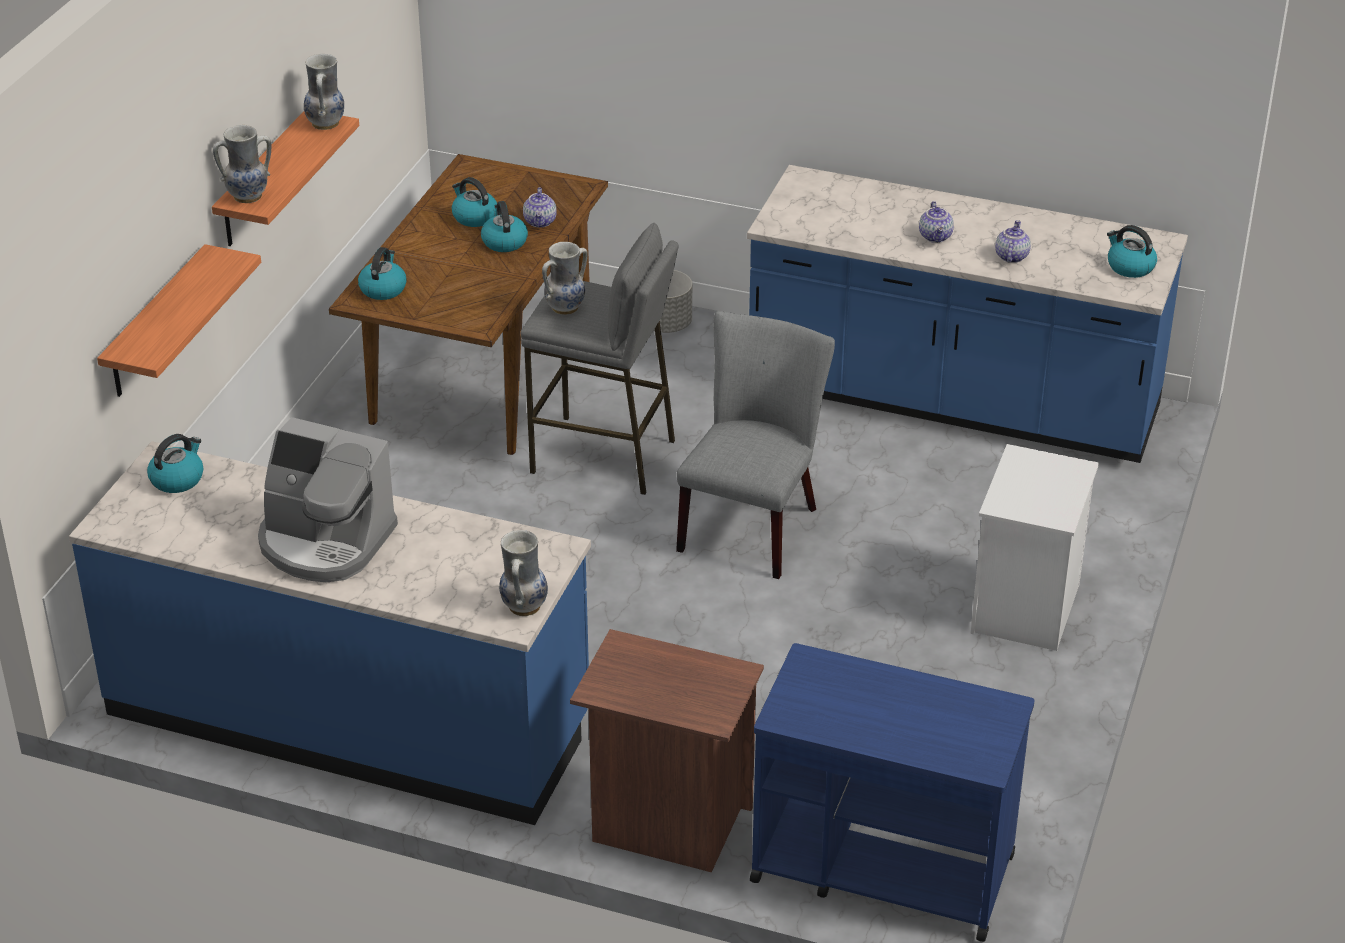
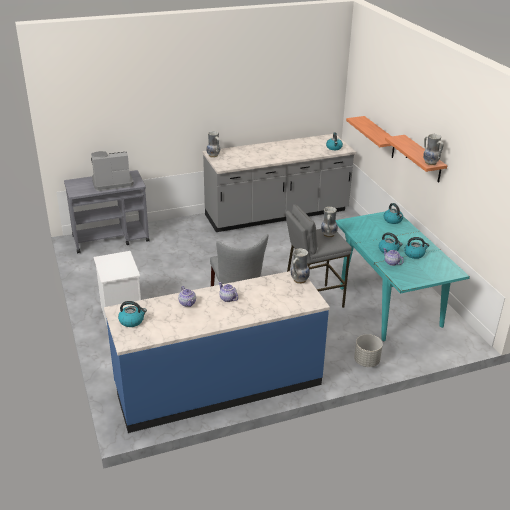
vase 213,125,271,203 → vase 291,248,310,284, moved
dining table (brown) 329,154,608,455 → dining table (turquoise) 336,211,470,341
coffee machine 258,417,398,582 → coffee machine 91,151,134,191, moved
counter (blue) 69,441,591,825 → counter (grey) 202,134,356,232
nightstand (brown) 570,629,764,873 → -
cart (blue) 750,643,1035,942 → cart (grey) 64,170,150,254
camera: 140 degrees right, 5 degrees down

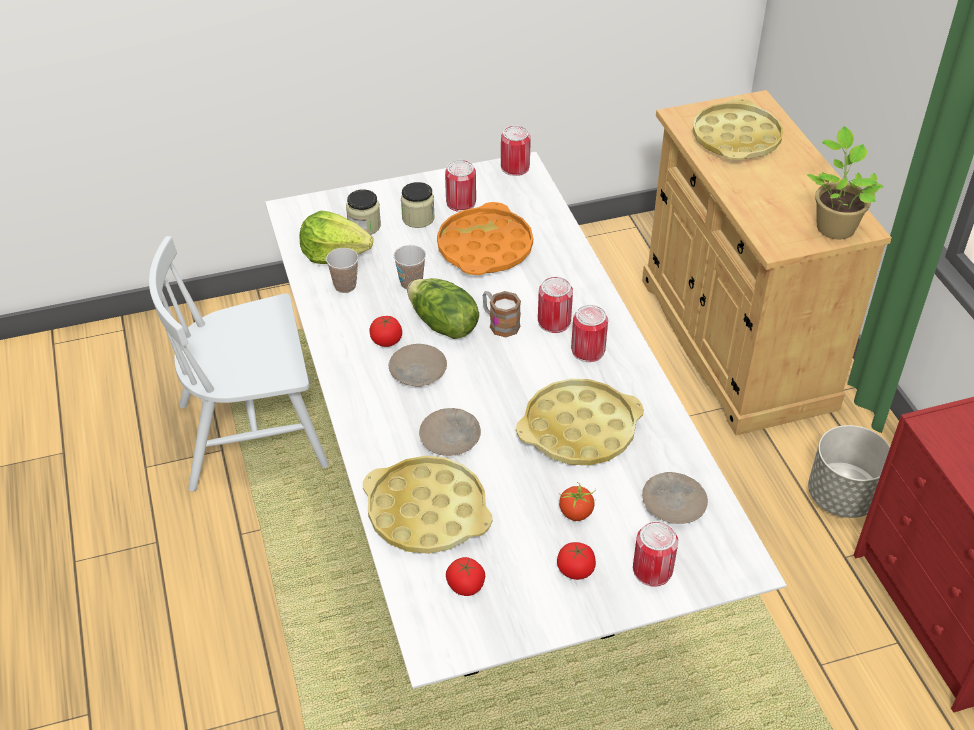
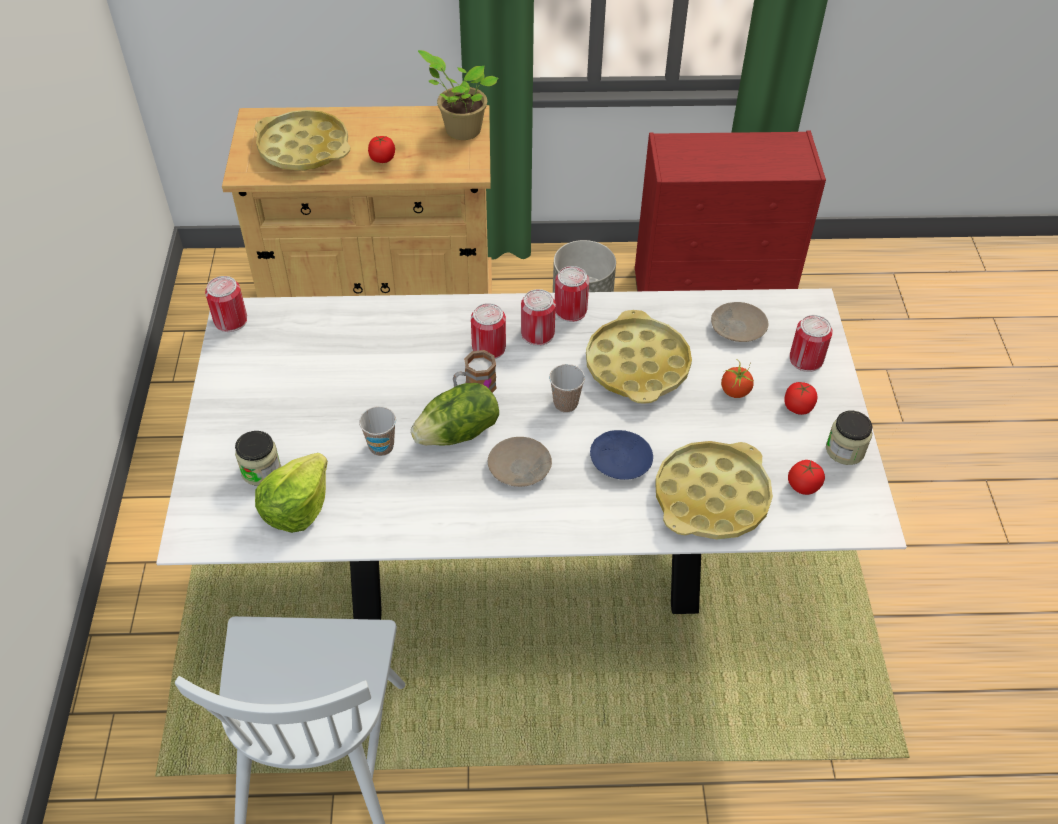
can 445,160,476,212 → can 555,266,589,322, moved
jar 401,182,435,228 → jar 826,411,872,465, moved
tray (orange) 437,202,533,275 → -
cup 326,248,359,293 → cup 549,364,585,413, moved
tomato 369,316,402,347 → tomato 368,136,395,163, moved
plate (beige) 419,408,481,456 → plate (blue) 590,430,653,480
camera: 75 degrees left, 5 degrees up

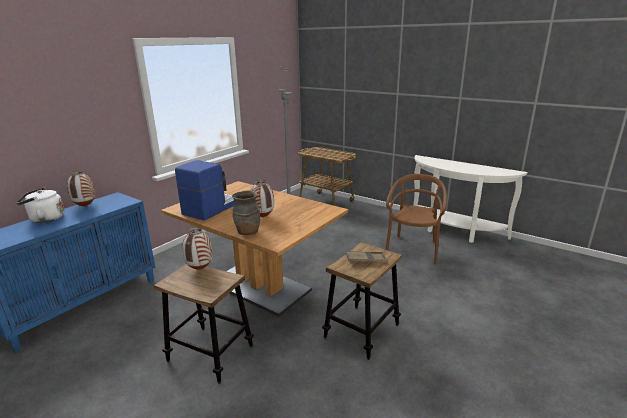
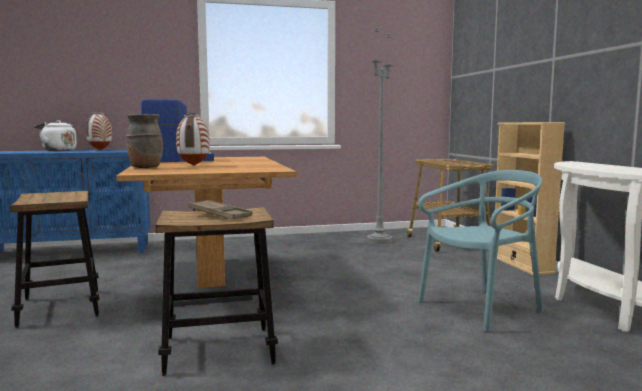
chair (brown) 385,174,447,265 → chair (turquoise) 418,170,543,332
vase 182,227,213,270 → -
- → bookcase (beige) 495,122,566,275
camera: 40 degrees right, 15 degrees down

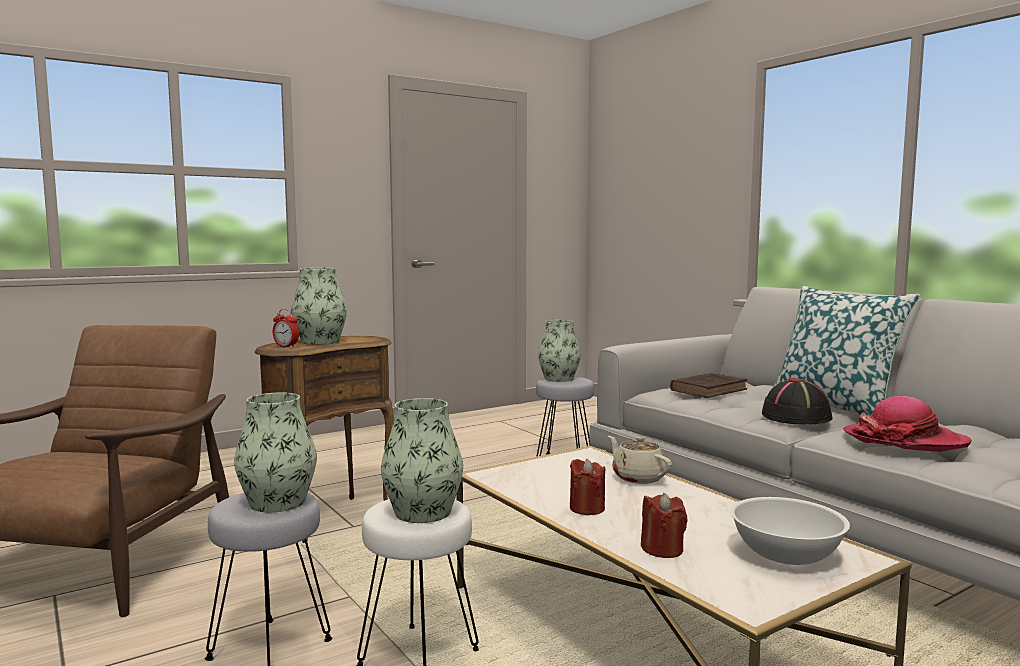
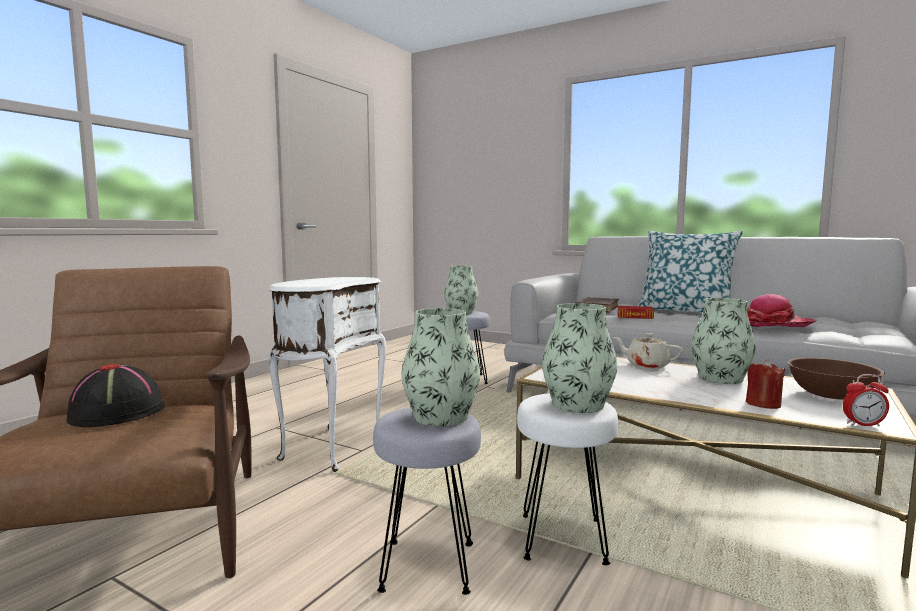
vase 291,267,347,345 → vase 691,298,756,384, moved
alarm clock 273,309,299,348 → alarm clock 843,374,889,426, moved
side table (brown) 255,336,394,543 → side table (white) 269,277,386,472
hat (black) 762,378,833,425 → hat (black) 67,364,165,427, moved
candle (red) 570,459,605,515 → -
bowl (white) 730,497,850,565 → bowl (brown) 787,358,885,399
- → book 617,306,654,319
camera: 25 degrees left, 0 degrees up

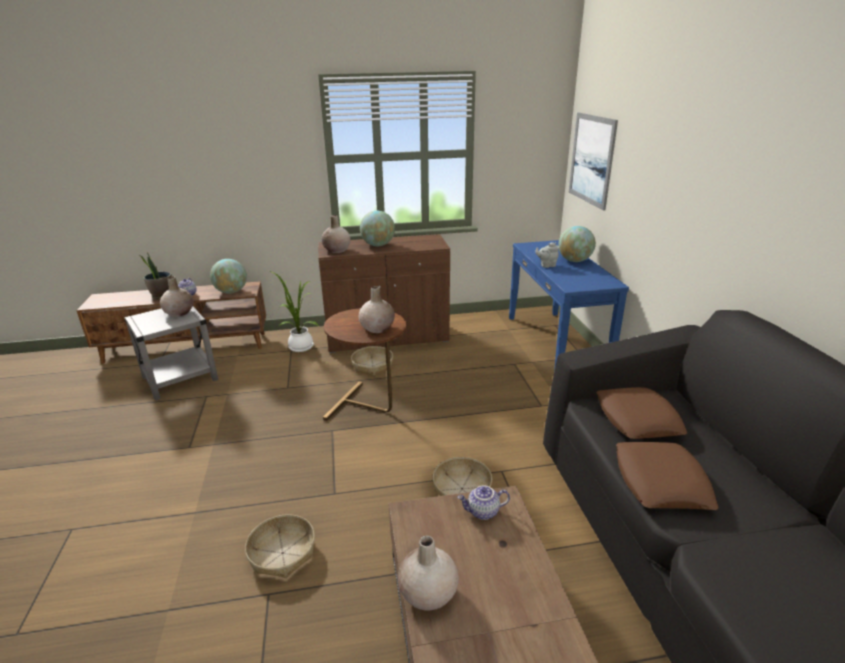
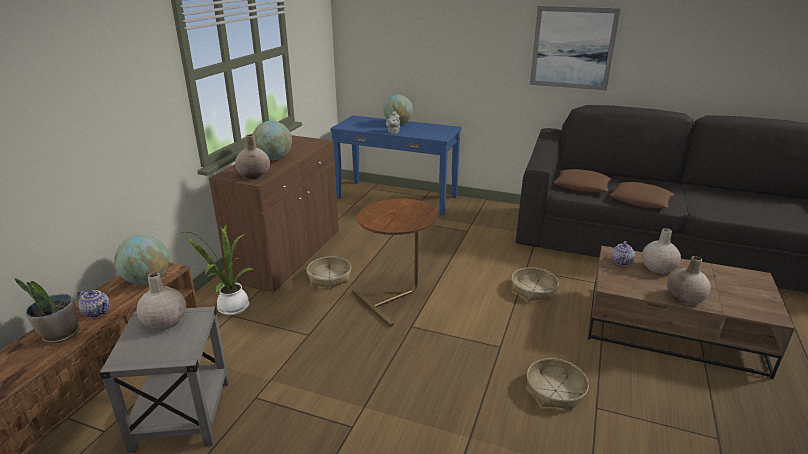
picture 569,113,618,210 → picture 530,6,621,90, moved
vase (beige) 358,286,395,333 → vase (beige) 642,228,681,274, moved
camera: 60 degrees left, 0 degrees up

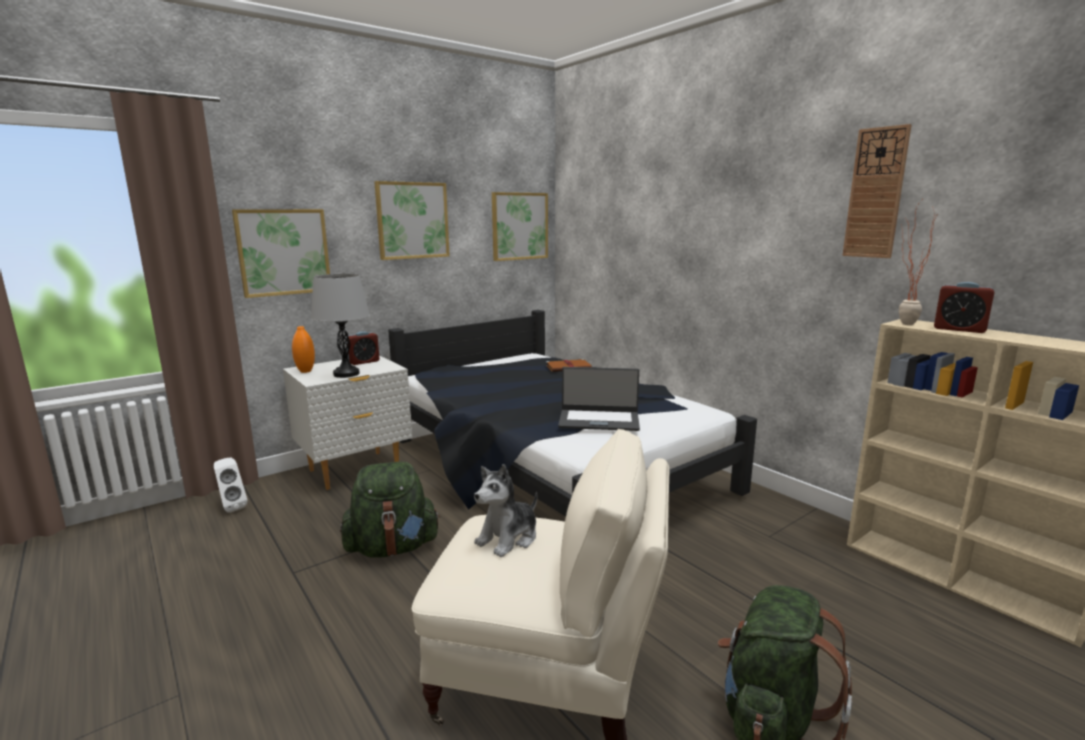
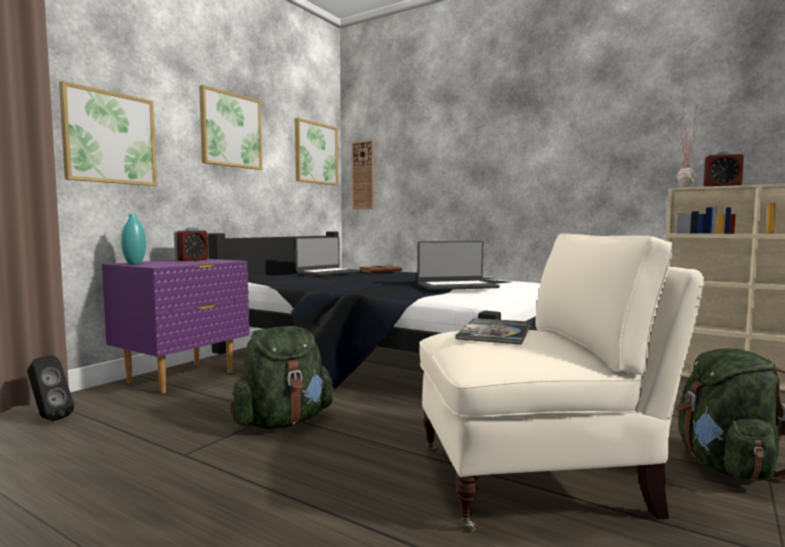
wall clock 842,124,912,258 → wall clock 352,140,374,209, moved
table lamp (grey) 311,274,370,378 → -
vase (orange) 292,326,315,373 → vase (turquoise) 121,214,146,264
nightstand (white) 283,355,412,490 → nightstand (purple) 102,259,249,393
speaker (white) 214,457,248,513 → speaker (black) 27,355,74,421
plush toy 474,464,537,557 → book 456,318,530,344
- → laptop 295,237,361,276
camera: 20 degrees left, 10 degrees down

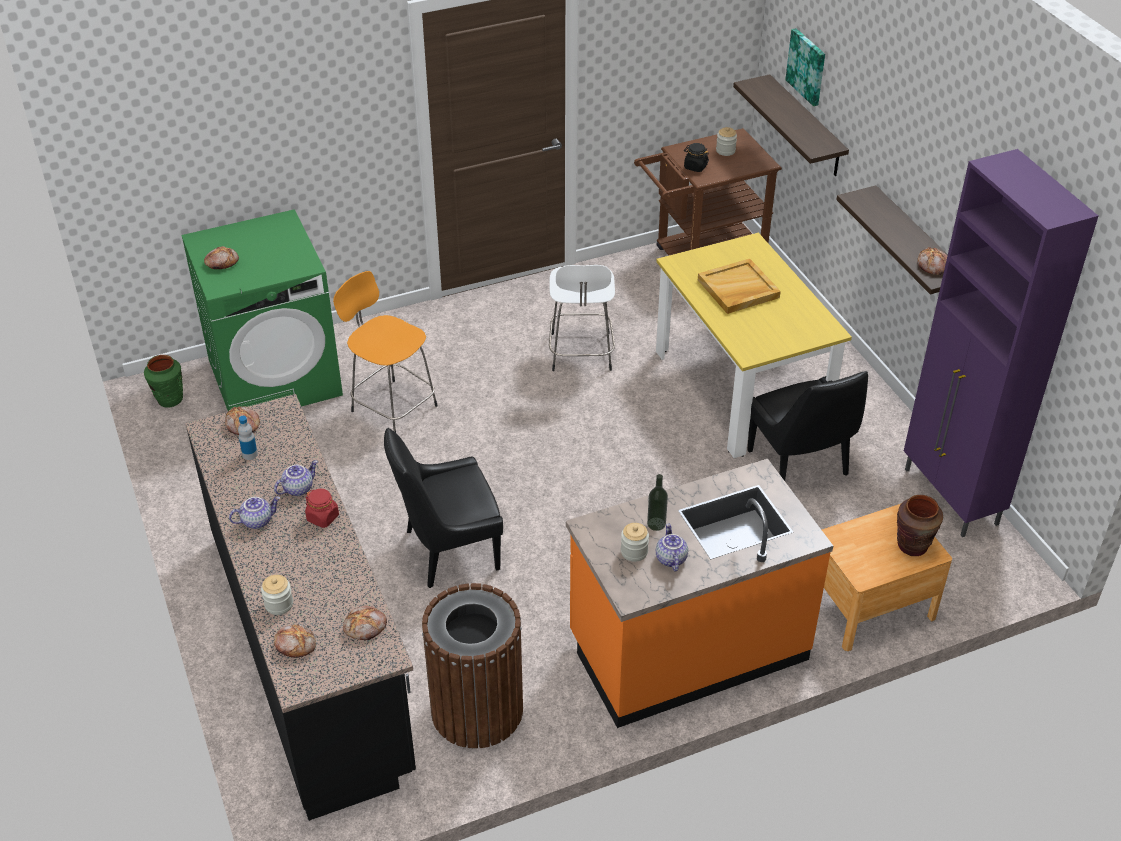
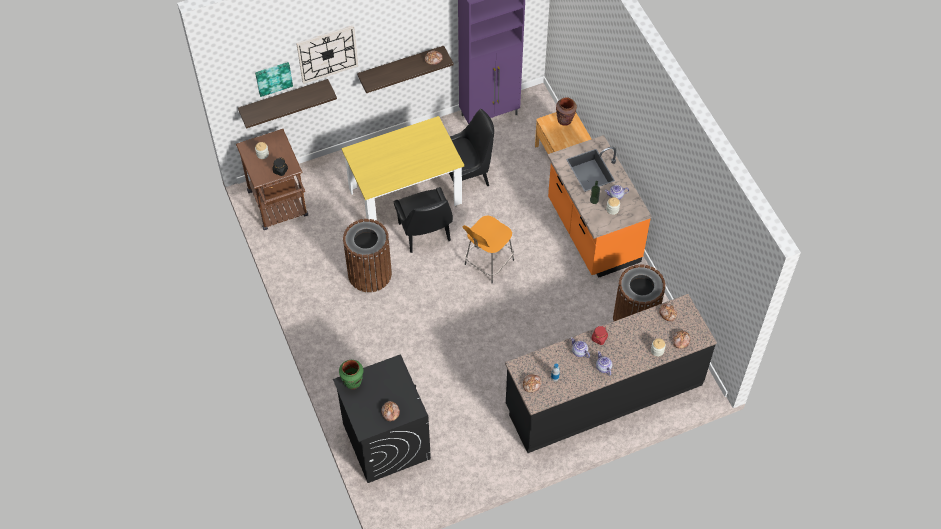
washing machine (green) 181,209,343,411 → washing machine (black) 333,354,431,483
tray (beige) 698,259,781,314 → -
stool (white) 549,265,615,371 → trash can (brown) 343,219,392,292
stool (orange) 333,271,438,433 → stool (orange) 463,215,514,283, moved
vase (green) 144,355,183,408 → vase (green) 339,360,363,389, moved
chair (black) 384,428,503,588 → chair (black) 394,187,453,253, moved
- → wall clock 296,26,358,84
camera: 90 degrees left, 15 degrees up

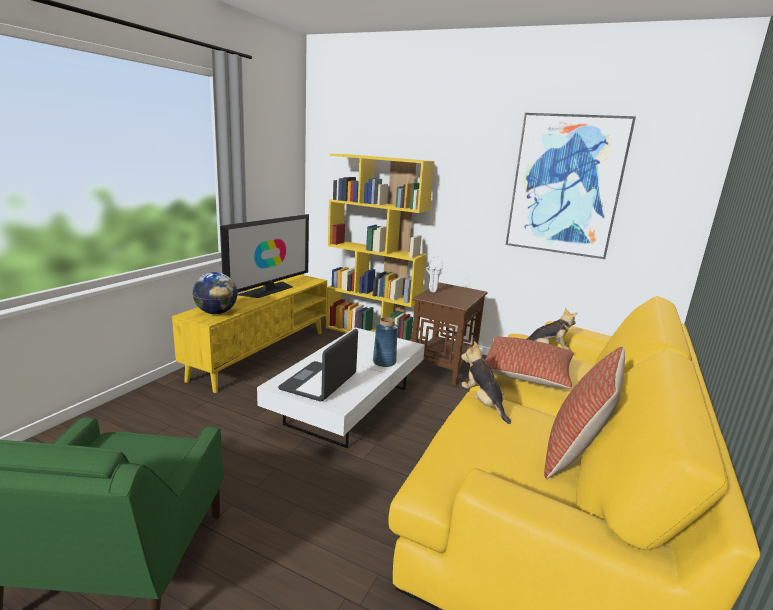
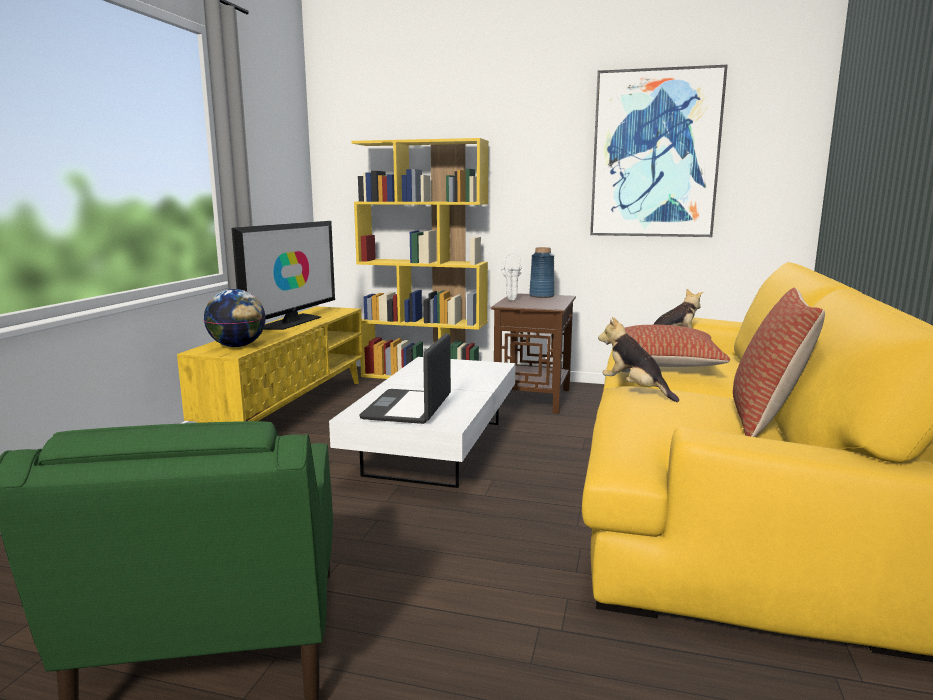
vase (blue) 373,317,398,367 → vase (blue) 529,247,554,298, moved
camera: 10 degrees left, 5 degrees down

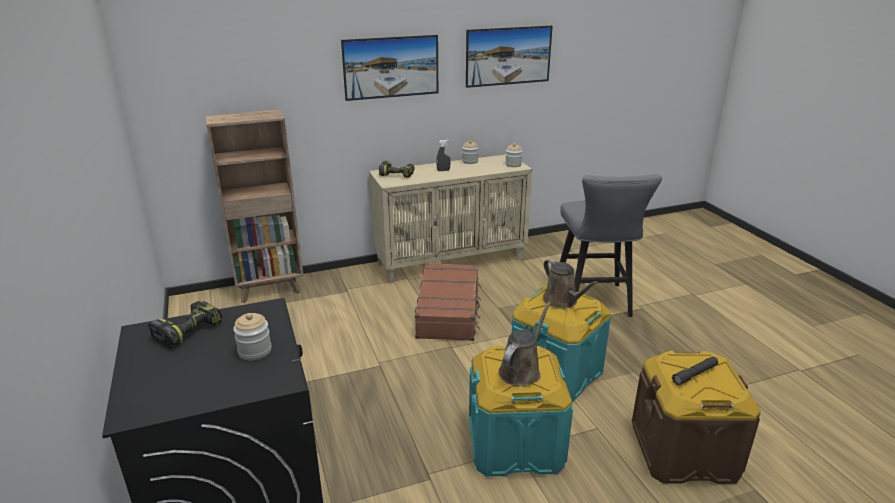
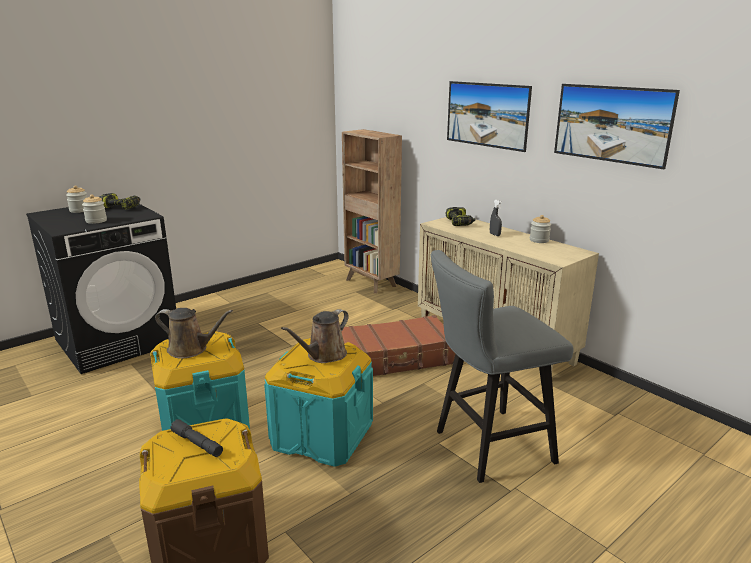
jar 505,143,522,167 → jar 66,185,88,213, moved
camera: 70 degrees right, 5 degrees down

